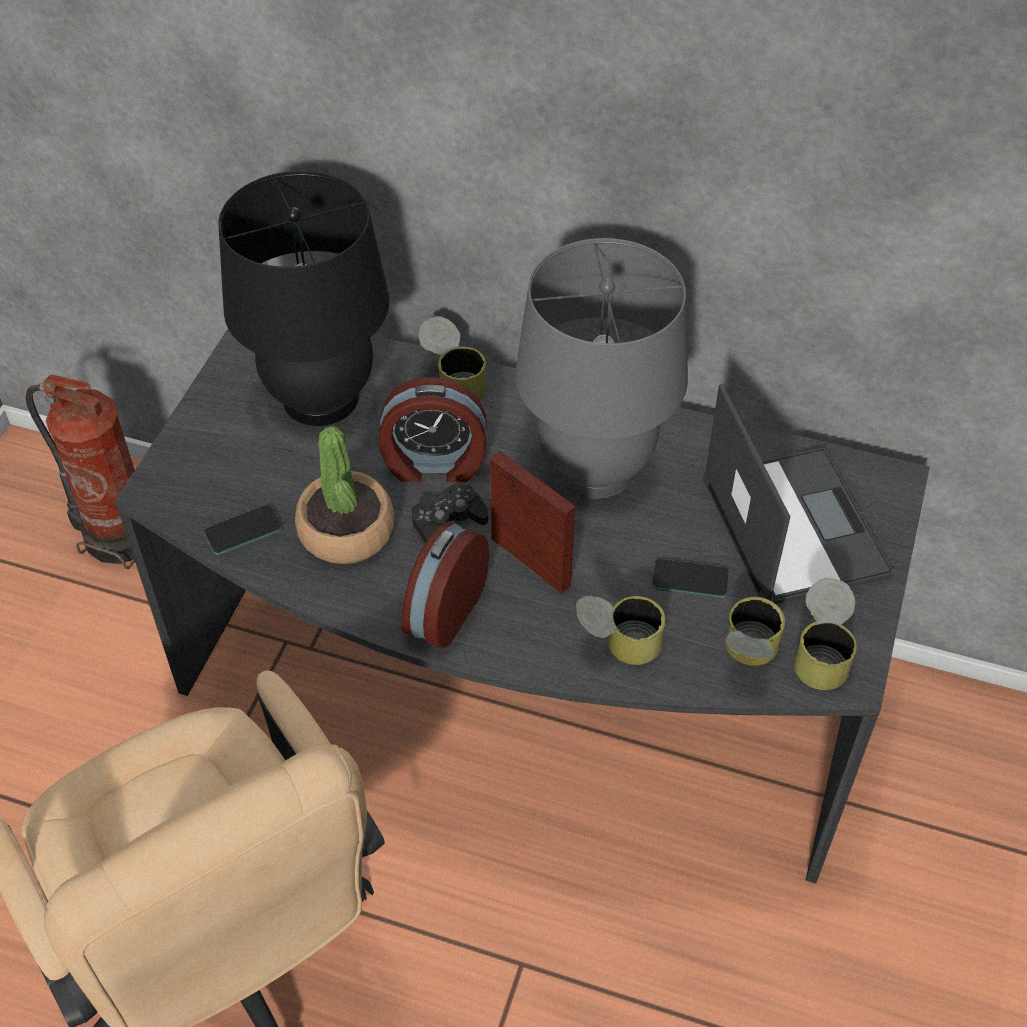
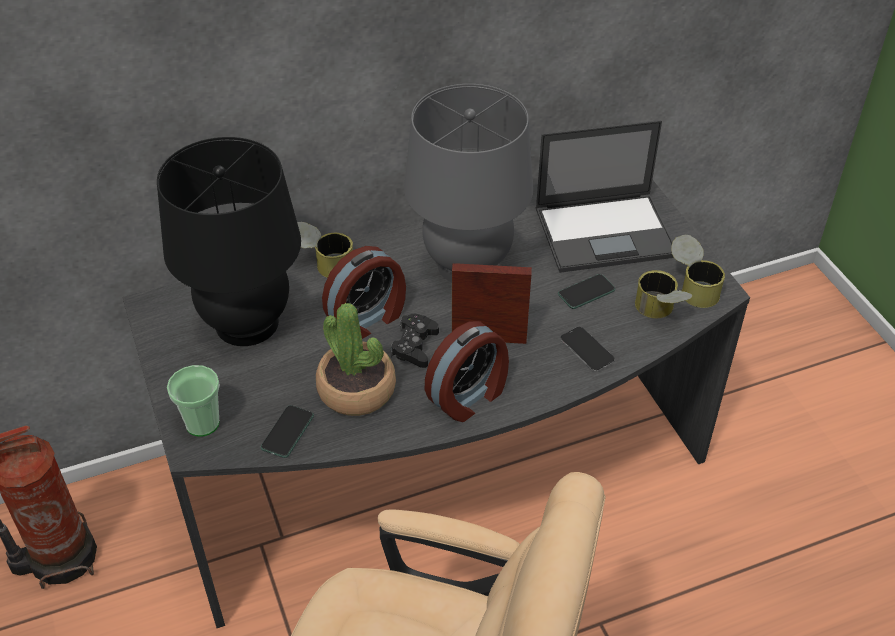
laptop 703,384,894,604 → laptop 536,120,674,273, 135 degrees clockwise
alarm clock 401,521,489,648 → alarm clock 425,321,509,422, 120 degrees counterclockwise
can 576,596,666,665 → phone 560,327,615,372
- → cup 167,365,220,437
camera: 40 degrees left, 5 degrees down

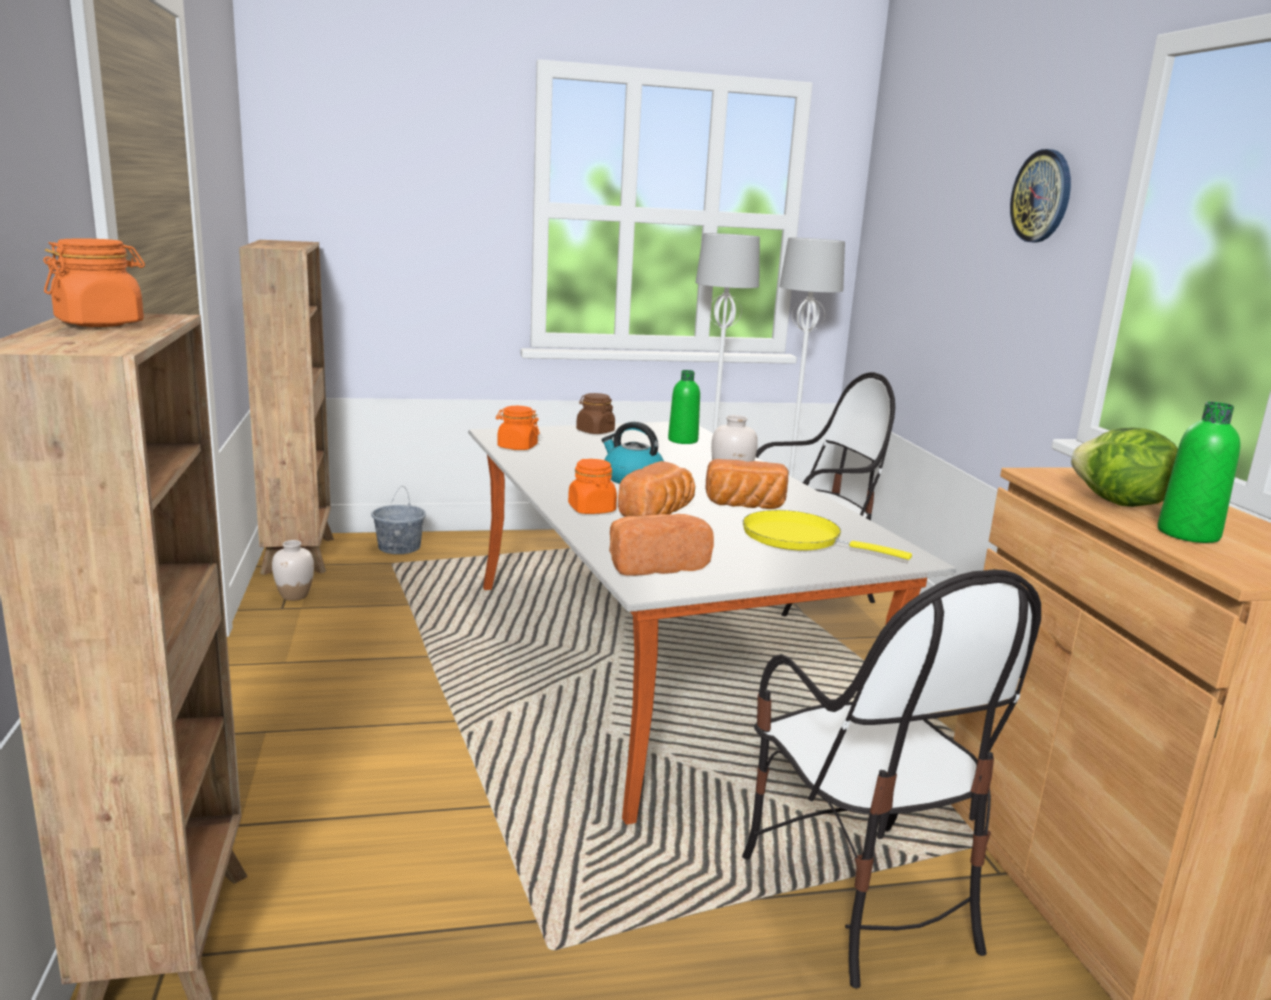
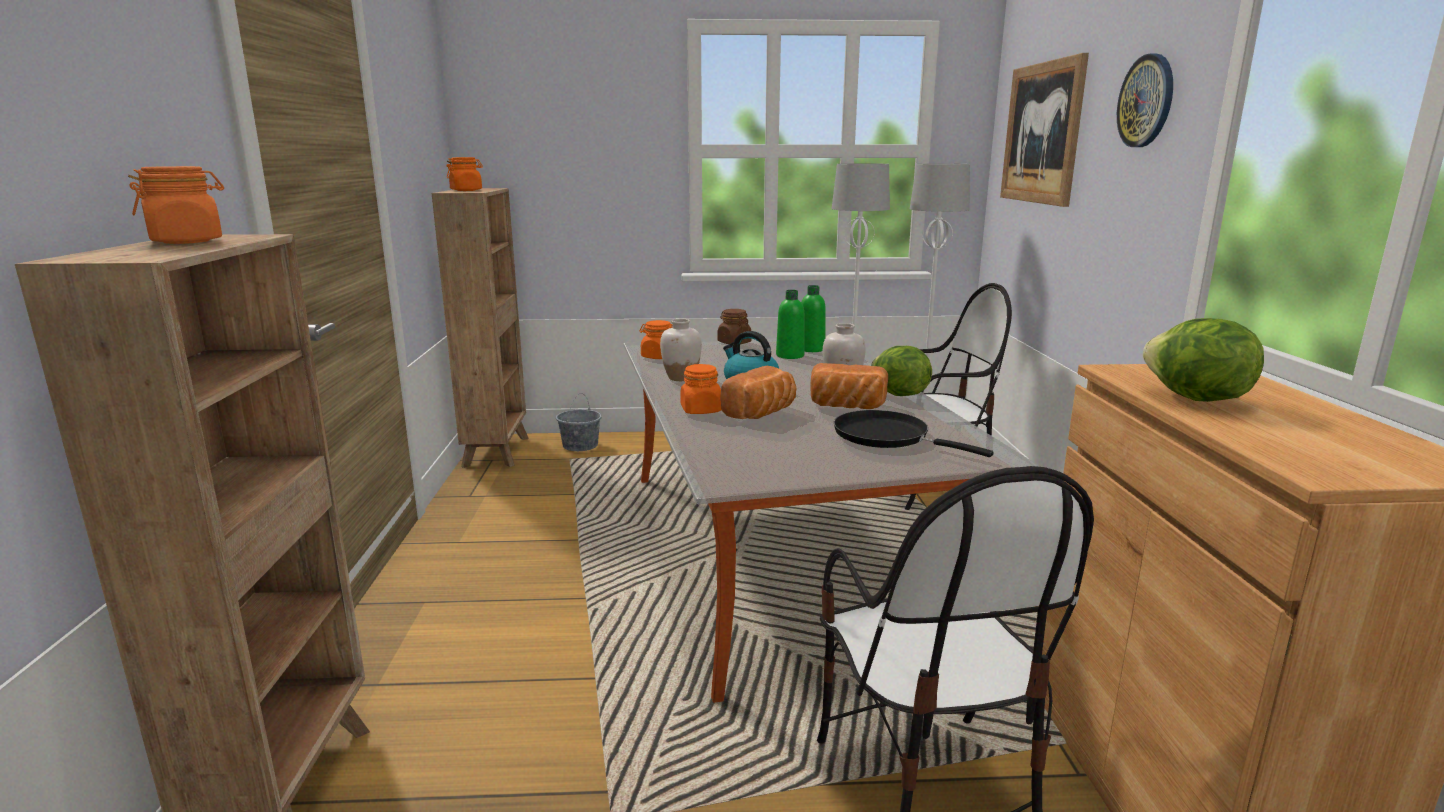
bottle (green) 1158,402,1240,543 → bottle (green) 776,290,805,359, moved
frying pan (yellow) 743,510,912,560 → frying pan (black) 834,410,994,457
bread 609,514,714,576 → -
vase (white) 272,540,314,601 → vase (white) 660,319,702,381, moved
- → picture 1000,53,1089,207
- → jar (orange) 446,157,483,191
- → lettuce 871,346,932,396
camera: 10 degrees right, 0 degrees up

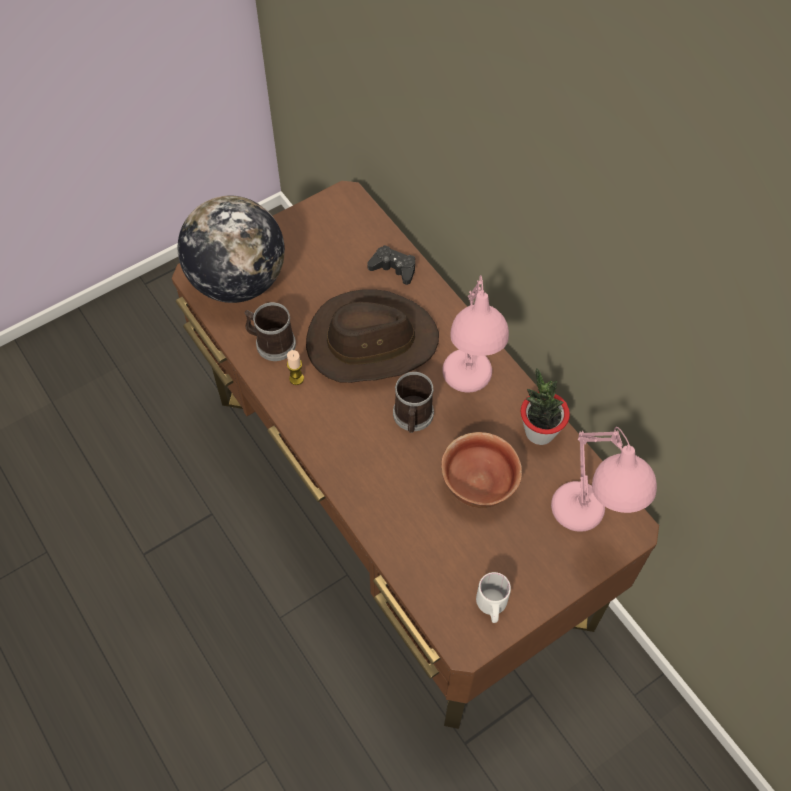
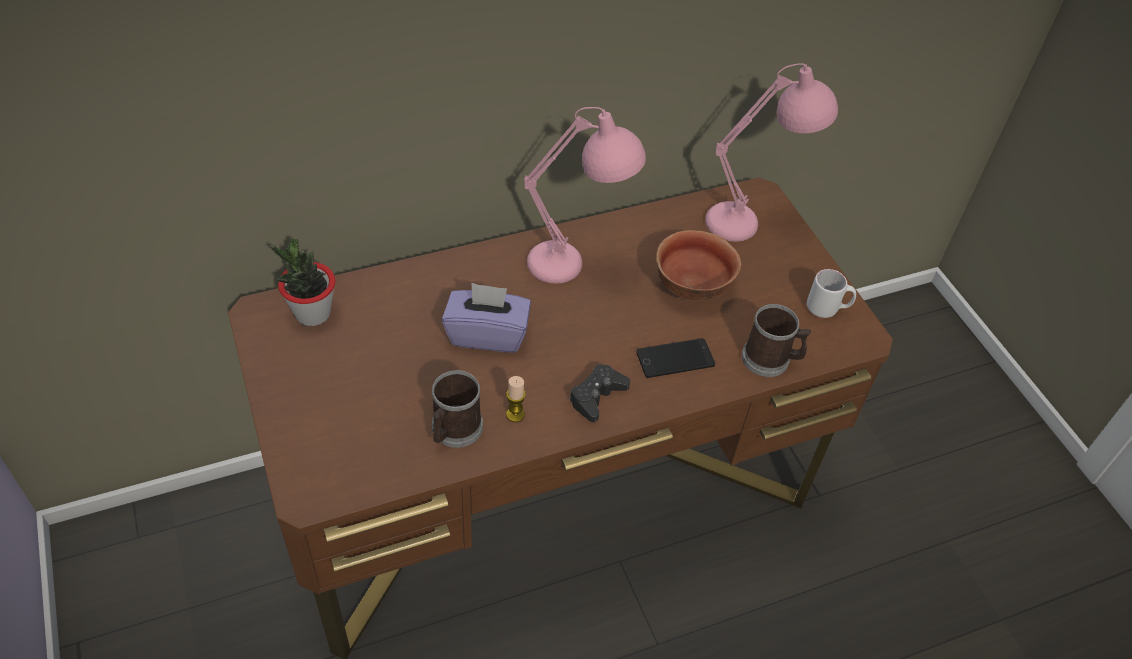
globe 178,196,285,303 → -
game controller (black) 367,245,415,285 → game controller (black) 569,364,630,422, moved
hat (brown) 306,289,439,383 → tissue box (purple) 442,283,531,352
potted plant 521,368,570,445 → potted plant 270,238,336,326, moved
mug 393,372,434,433 → mug 742,304,811,377, moved
- → phone 636,338,715,378
camera: 80 degrees left, 10 degrees down

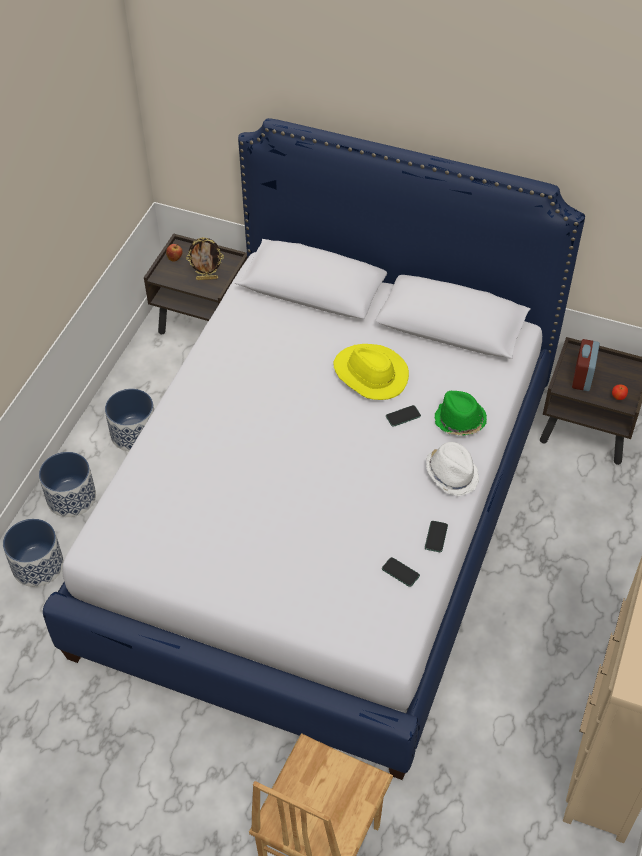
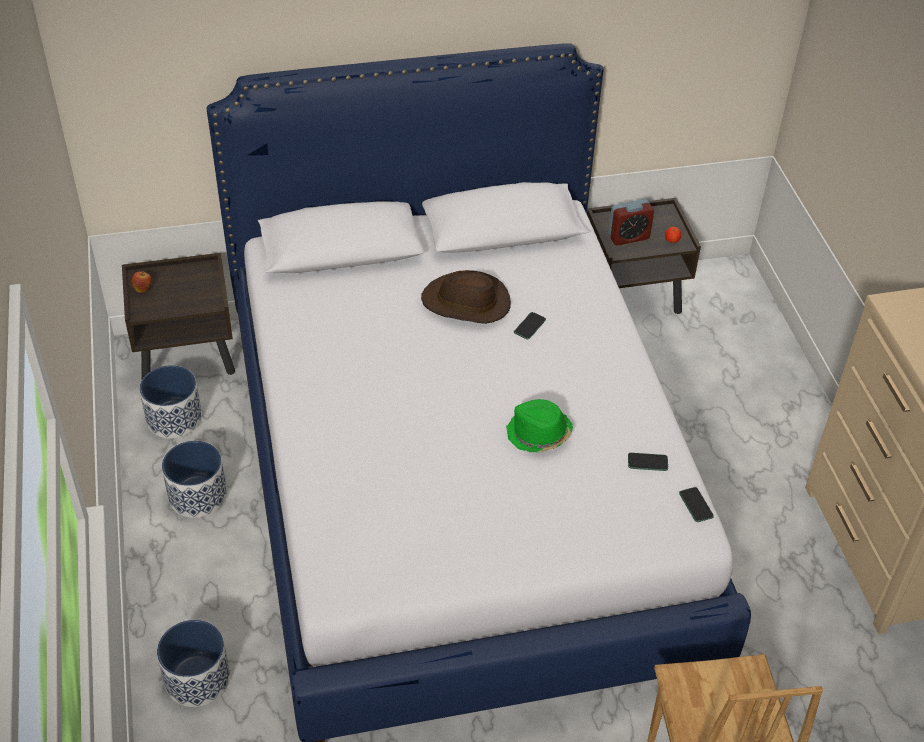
picture frame 186,237,224,280 → -
alarm clock 572,339,600,391 → alarm clock 608,199,654,246, 90 degrees counterclockwise
hat (yellow) 333,344,409,400 → hat (brown) 421,270,511,324
hat (green) 434,391,487,436 → hat (green) 506,399,573,453, moved
hat (white) 426,442,479,496 → -
planter 39,452,96,517 → planter 139,365,202,439, moved
phone 425,521,448,552 → phone 679,487,714,522, moved
camera: 35 degrees left, 5 degrees down

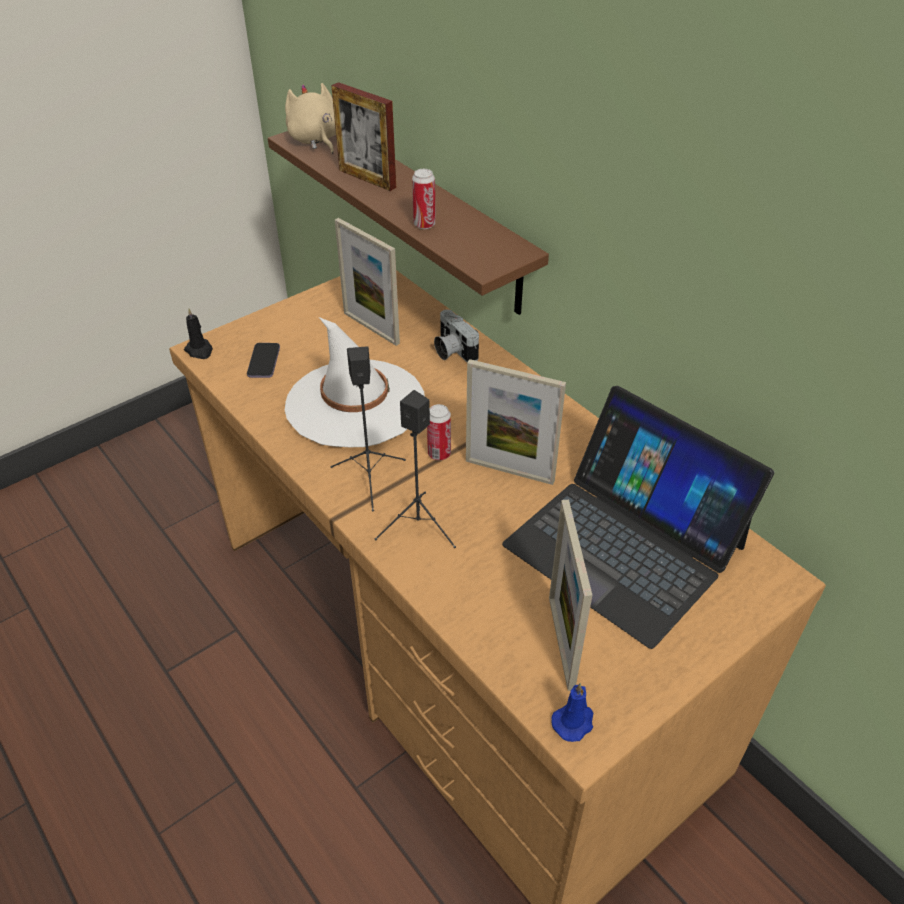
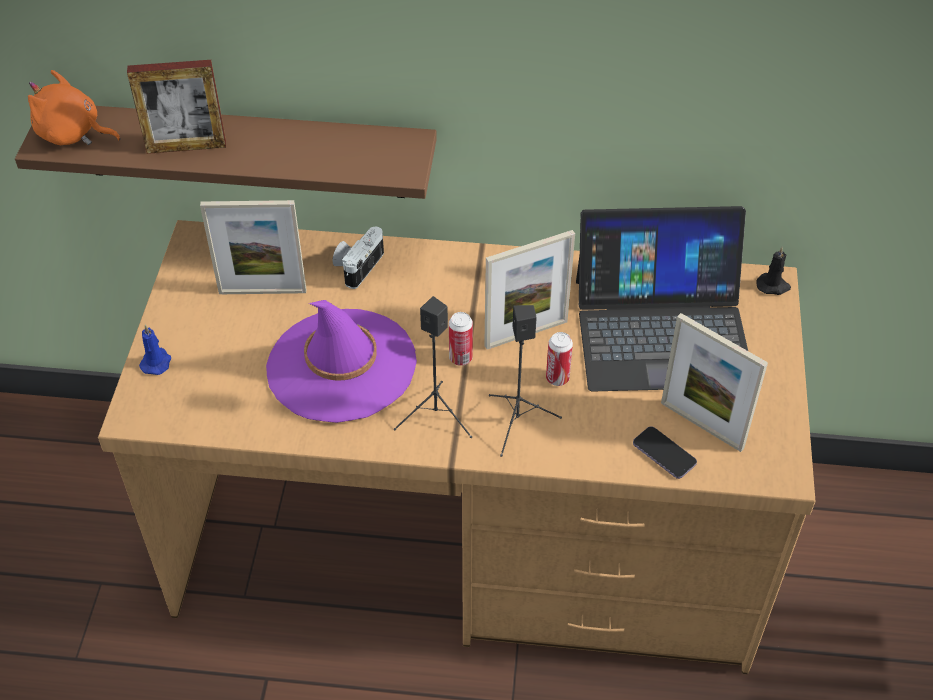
plush toy (beige) 285,83,336,154 → plush toy (orange) 28,70,121,145
can 412,169,436,229 → can 546,332,573,386, moved
candle (black) 184,308,213,359 → candle (black) 757,246,791,295, moved
photo camera 434,310,479,363 → photo camera 333,227,384,289, 105 degrees clockwise
hat (white) 285,317,425,447 → hat (purple) 266,300,417,423
phone 247,343,280,378 → phone 633,426,697,479, moved
candle (blue) 551,683,593,742 → candle (blue) 139,324,171,375, moved
camera: 45 degrees left, 5 degrees up

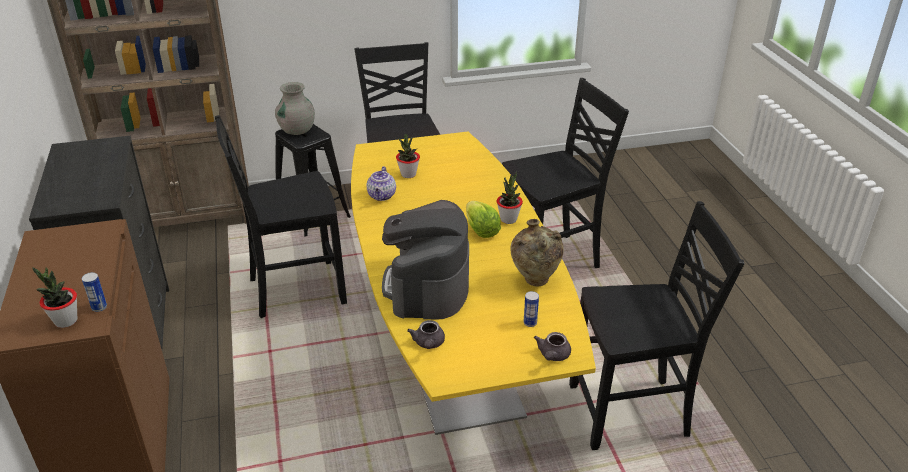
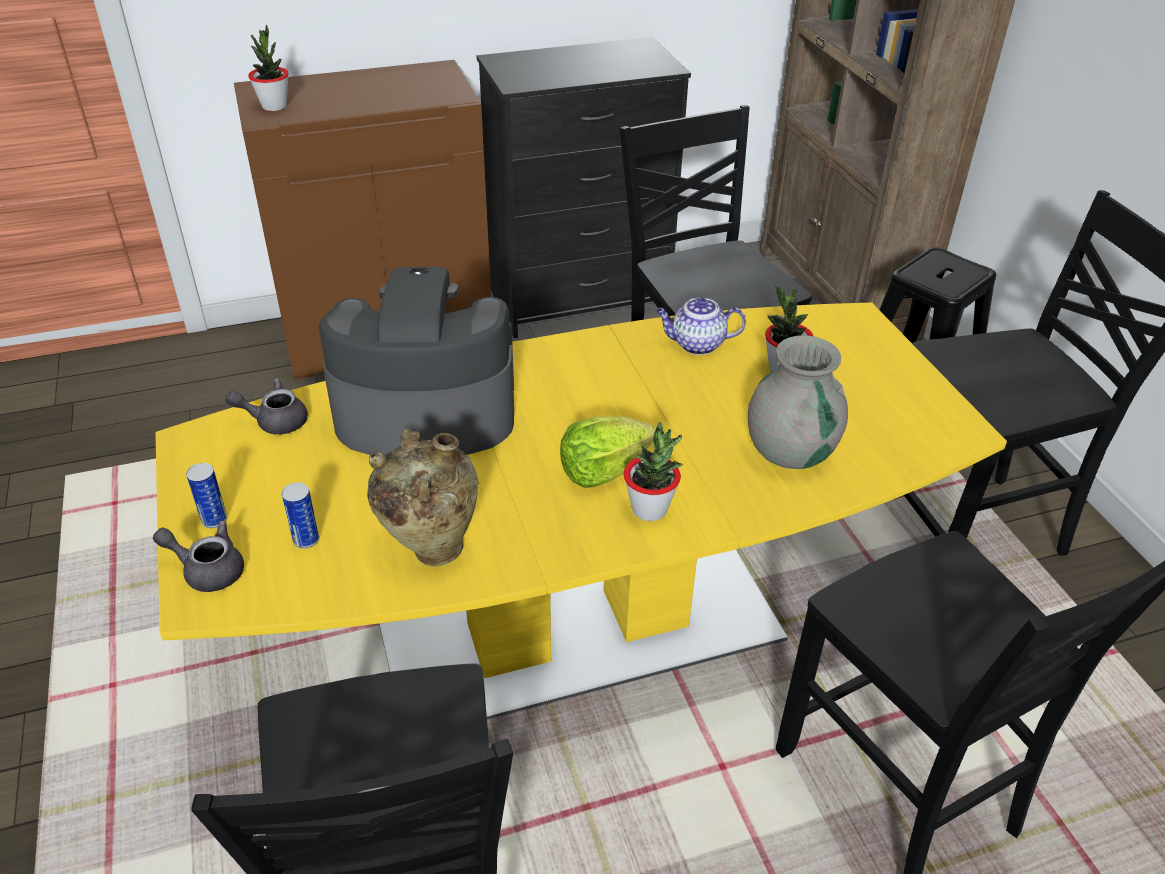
vase (grey) 275,82,315,135 → vase (grey) 748,335,848,469, moved
can 82,272,107,312 → can 186,463,227,528, moved
camera: 85 degrees right, 5 degrees up

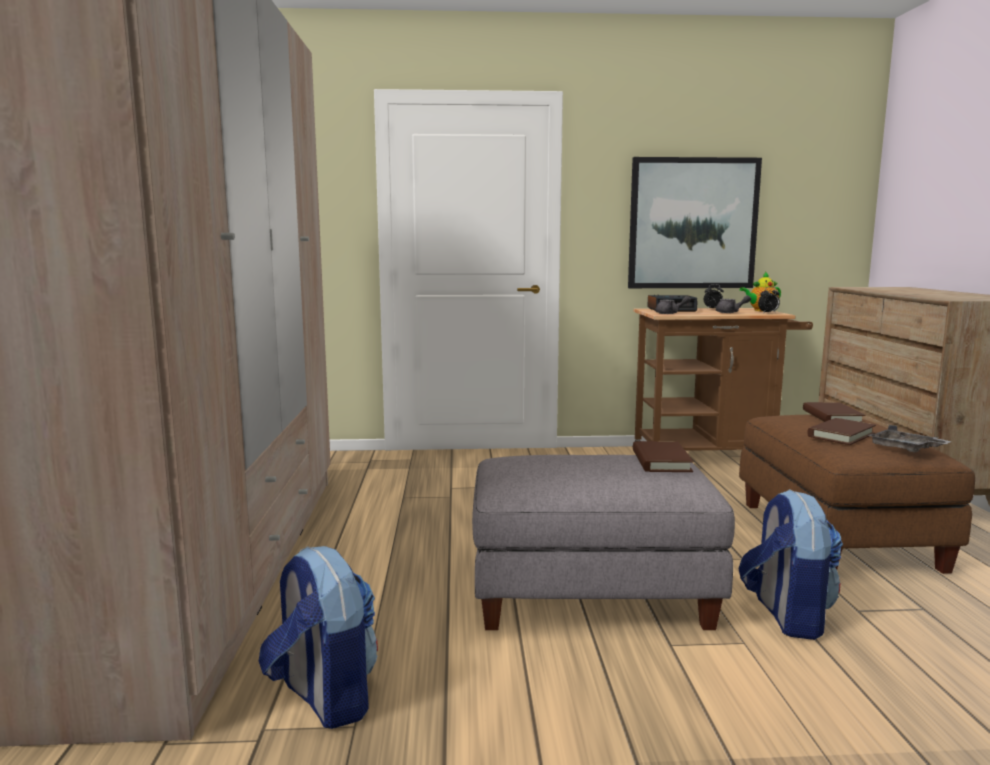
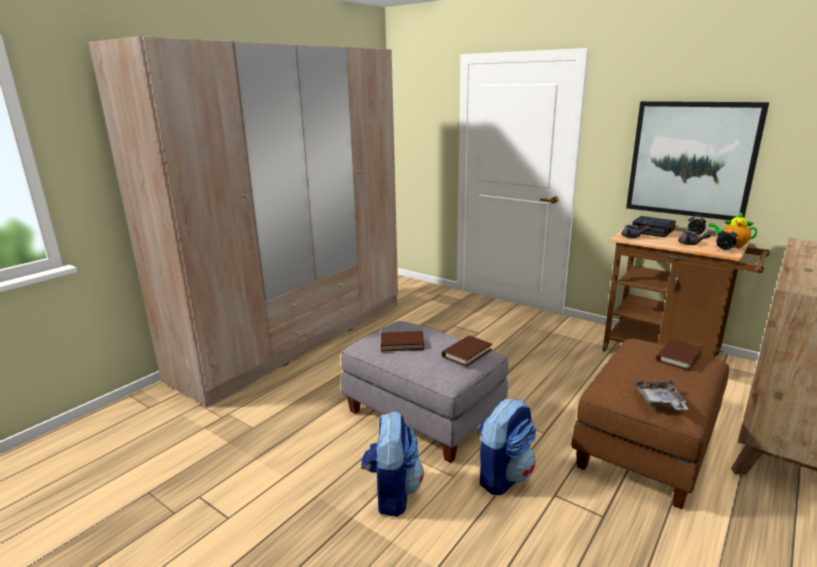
book (brown) 807,418,876,445 → book (brown) 381,331,425,351, moved
backpack 259,546,378,729 → backpack 361,411,424,517, moved
camera: 40 degrees right, 10 degrees up

